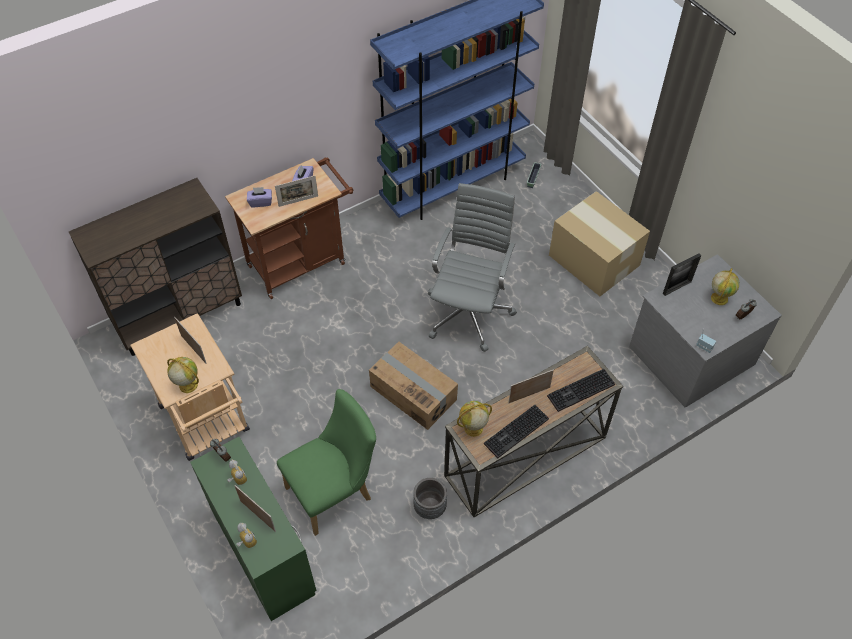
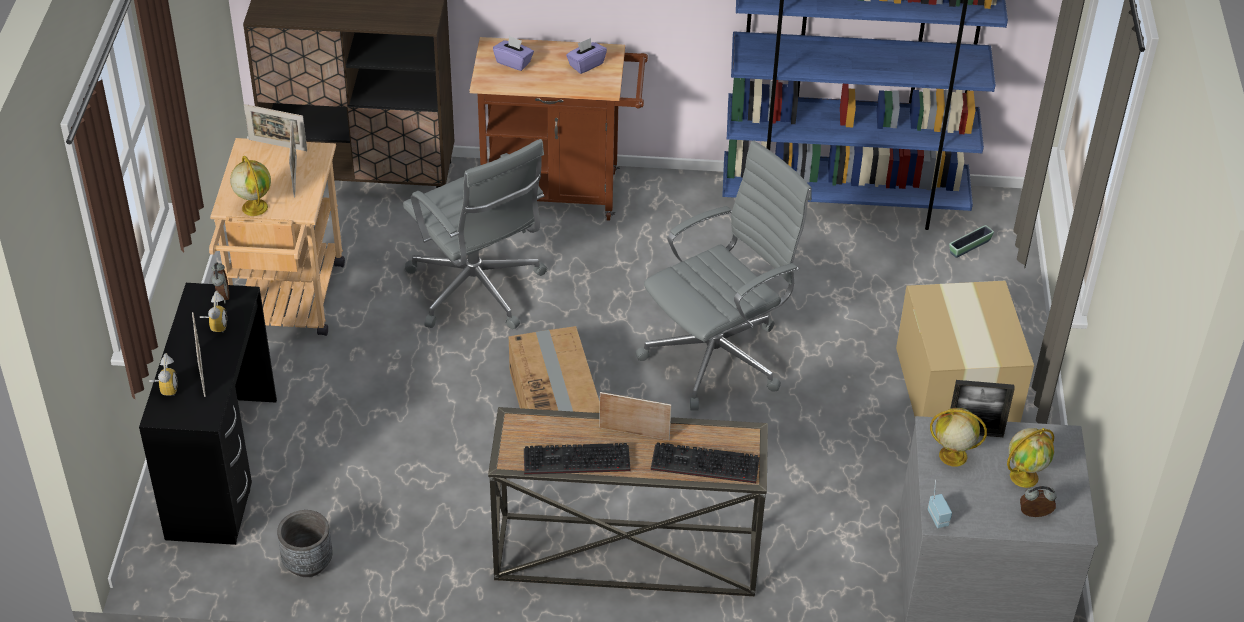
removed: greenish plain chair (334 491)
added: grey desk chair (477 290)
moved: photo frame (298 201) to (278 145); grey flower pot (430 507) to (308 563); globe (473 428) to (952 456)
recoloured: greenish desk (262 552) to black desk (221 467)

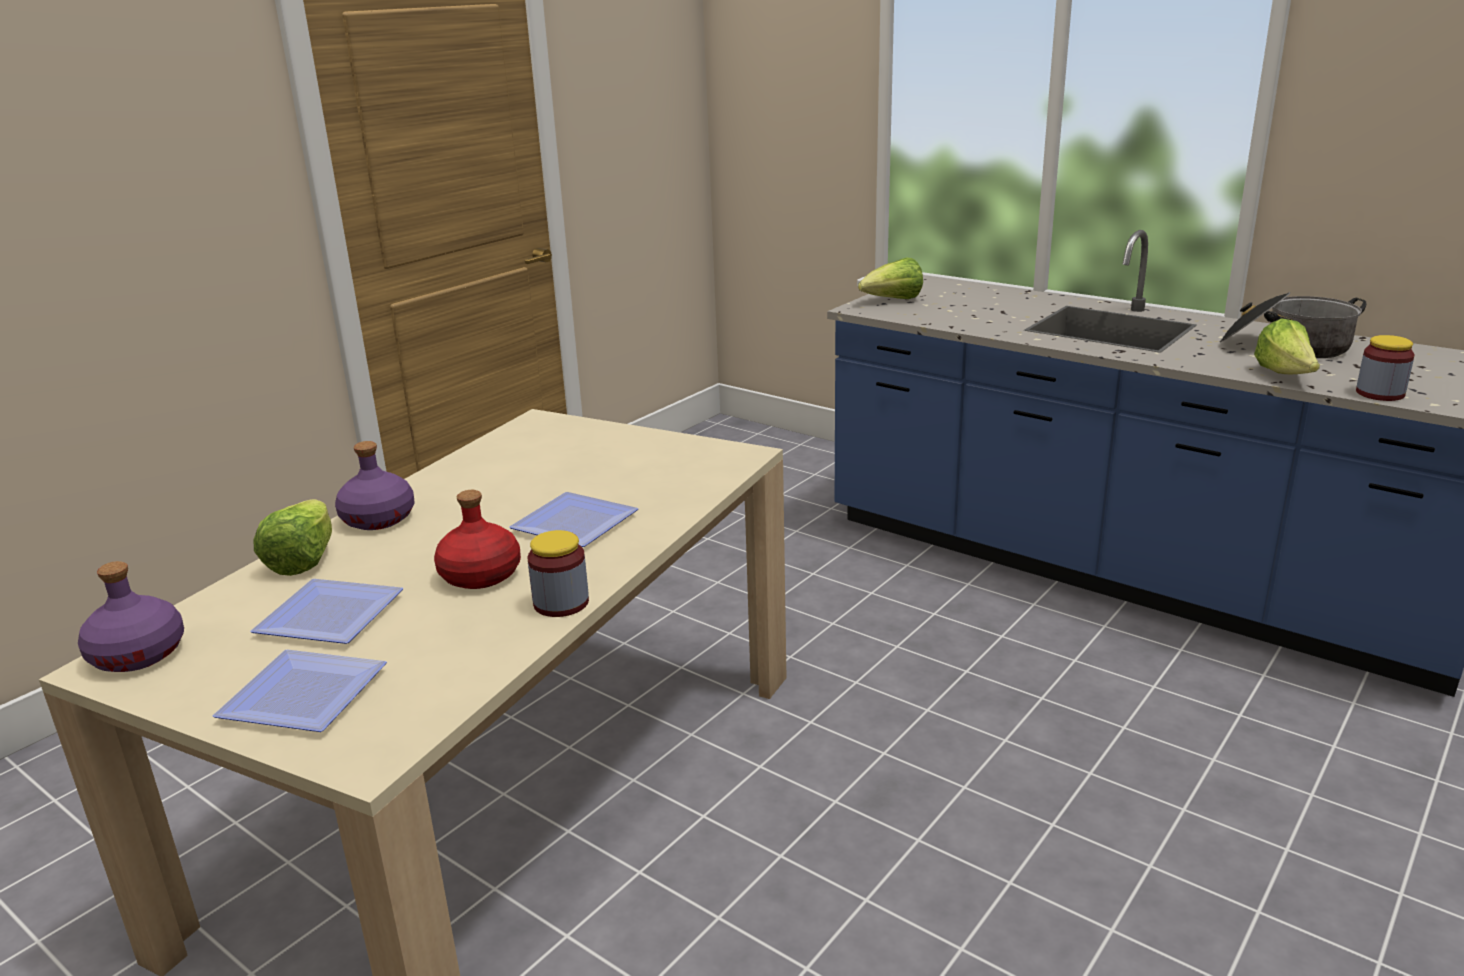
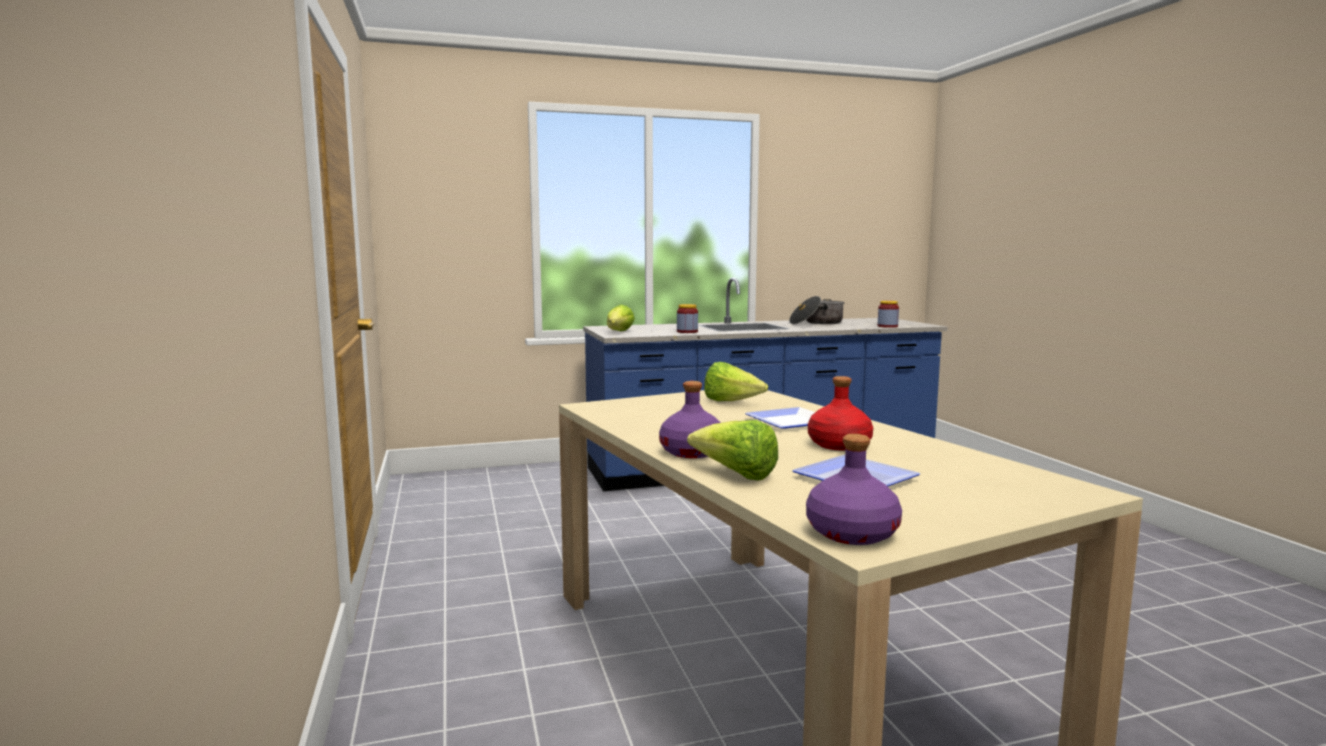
removed: plate (303 693)
moved: jar (561 603) to (687 332); lettuce (1285 375) to (731 402)

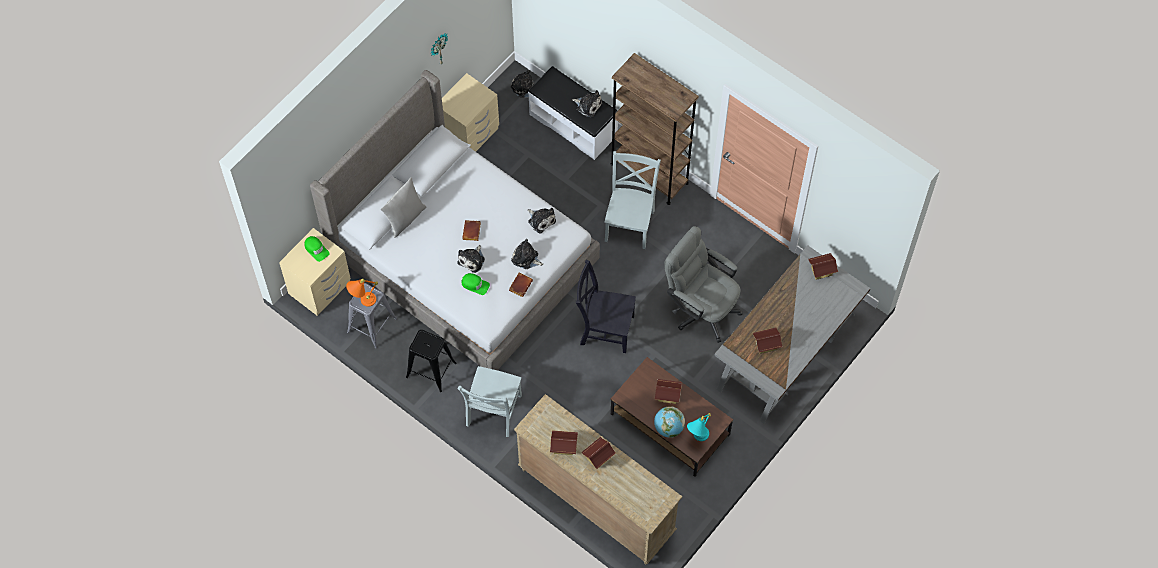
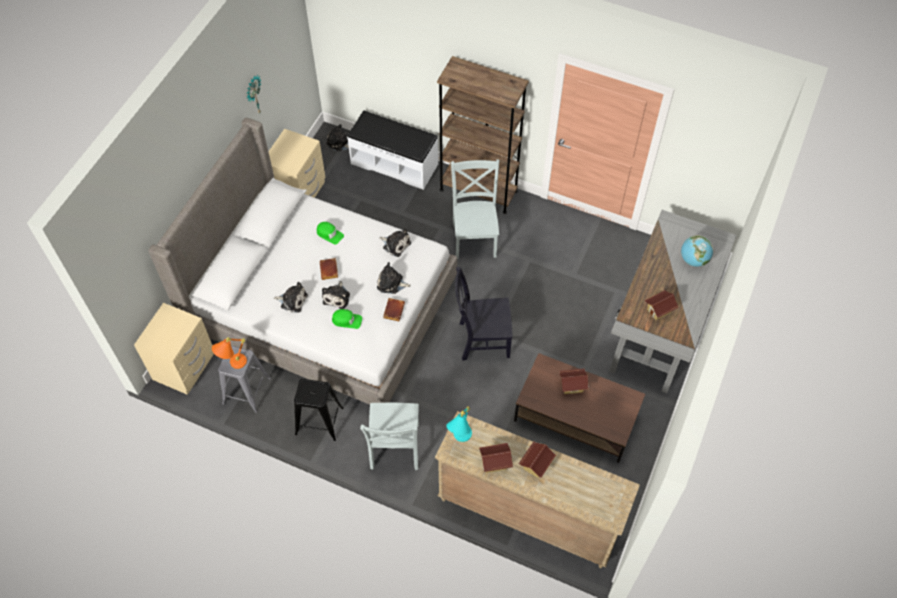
removed: grey cushion (405 218); grey desk chair (700 308); toy house (821 271)
moved: greenish baseball cap (316 249) to (329 234); plush toy (588 105) to (292 300); globe (668 428) to (693 260); turquoise-coloured table lamp (697 438) to (459 439)

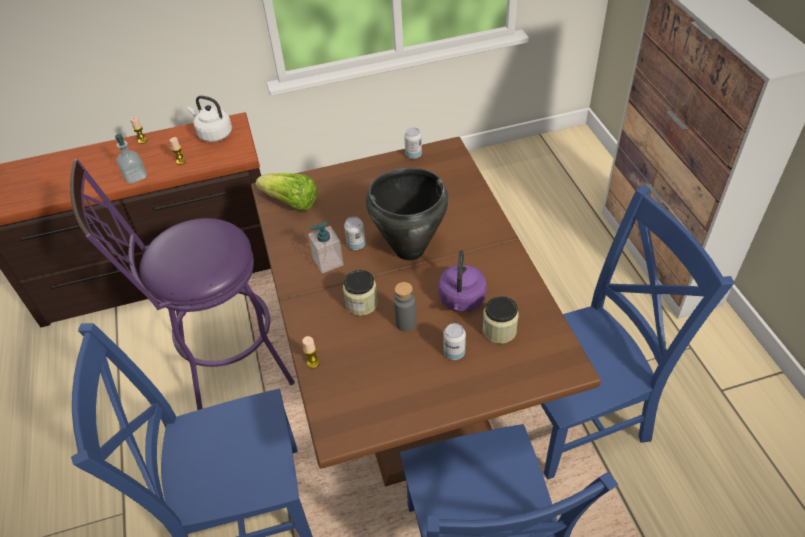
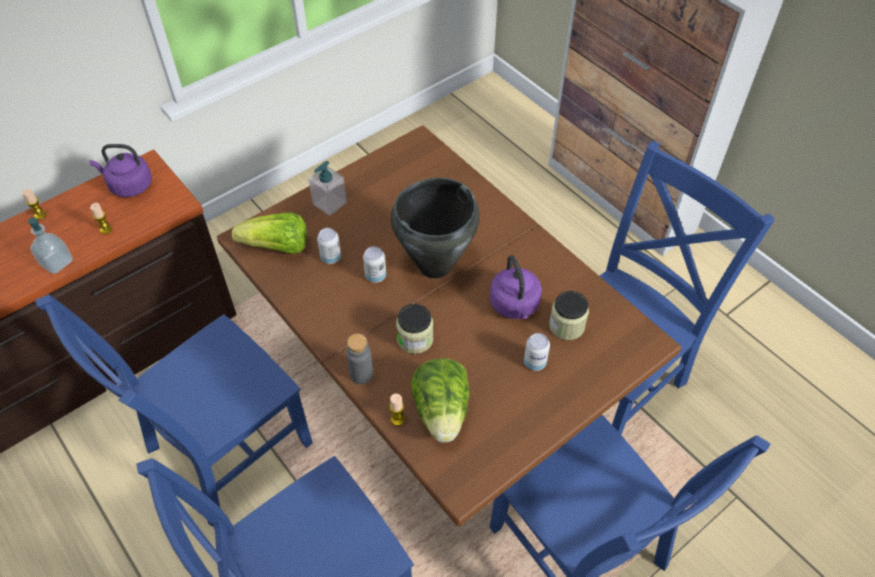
added: lettuce (442 412)
moved: liquid soap bottle (328 262) to (329 203); grey beverage bottle (406 323) to (361 374); can (413 155) to (331 257)
replaced: purple-coloured stool seat (225 367) to blue-coloured plain chair (223 450)
recoloured: white tea kettle (213 134) to purple-coloured tea kettle (129 185)

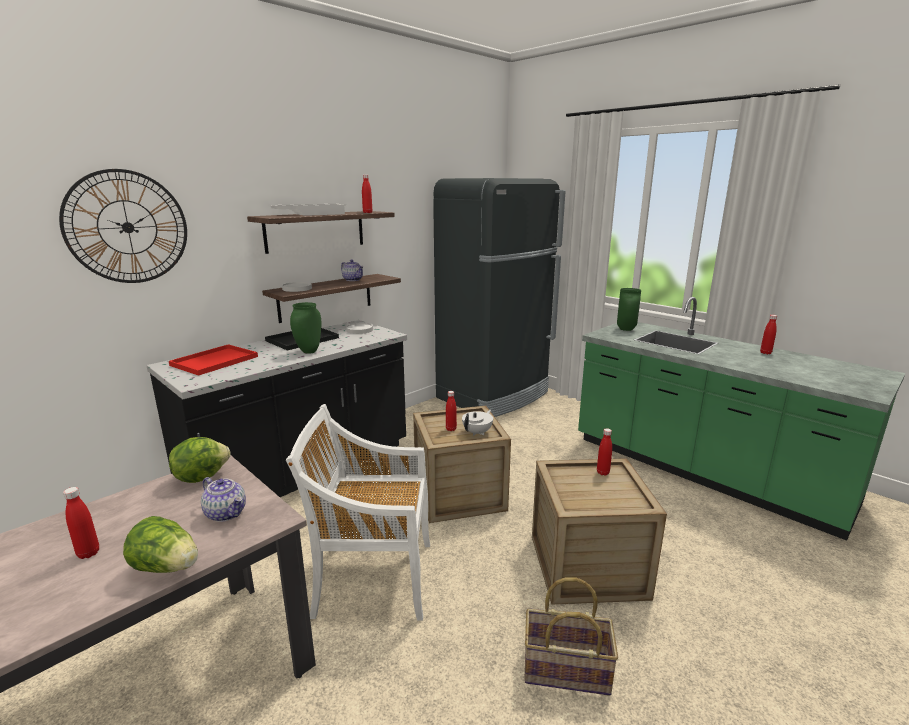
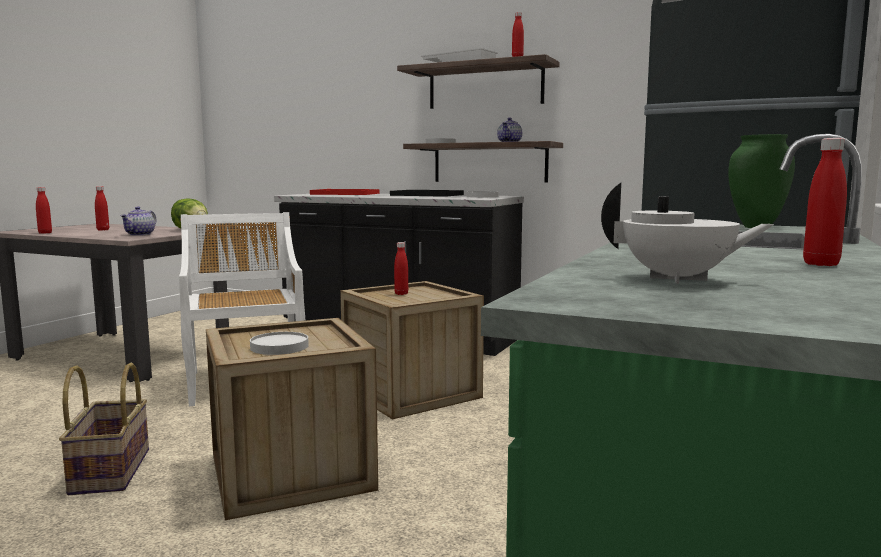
removed: hanging clock (127 227); lettuce (167 567); greenish vase (308 351)
added: white plate (279 347)
moved: white tea pot (477 432) to (678 279); reddish beverage bottle (603 472) to (45 233)

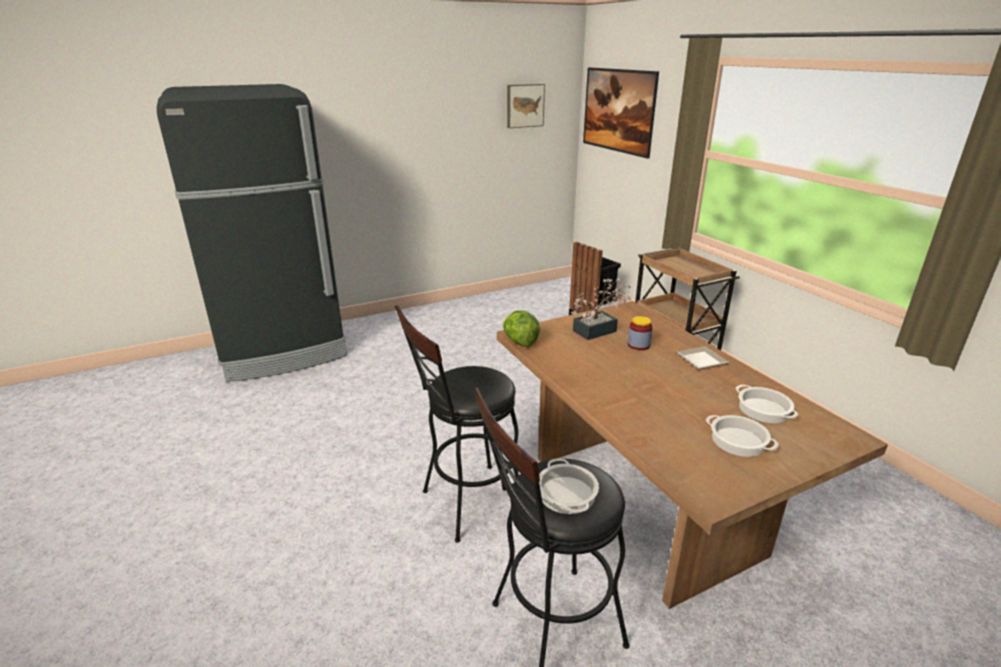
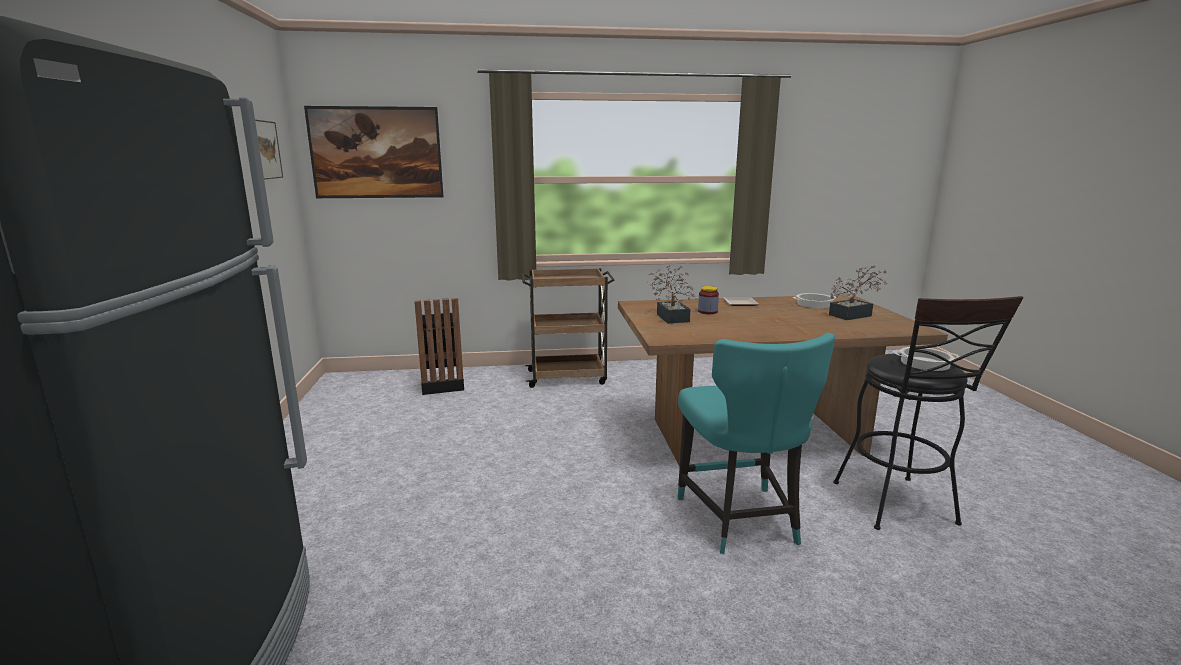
removed: lettuce (520 342)
replaced: black stool seat (466 504) to turquoise-coloured plain chair (740 520); stockpot (737 441) to plant in a pot (854 315)

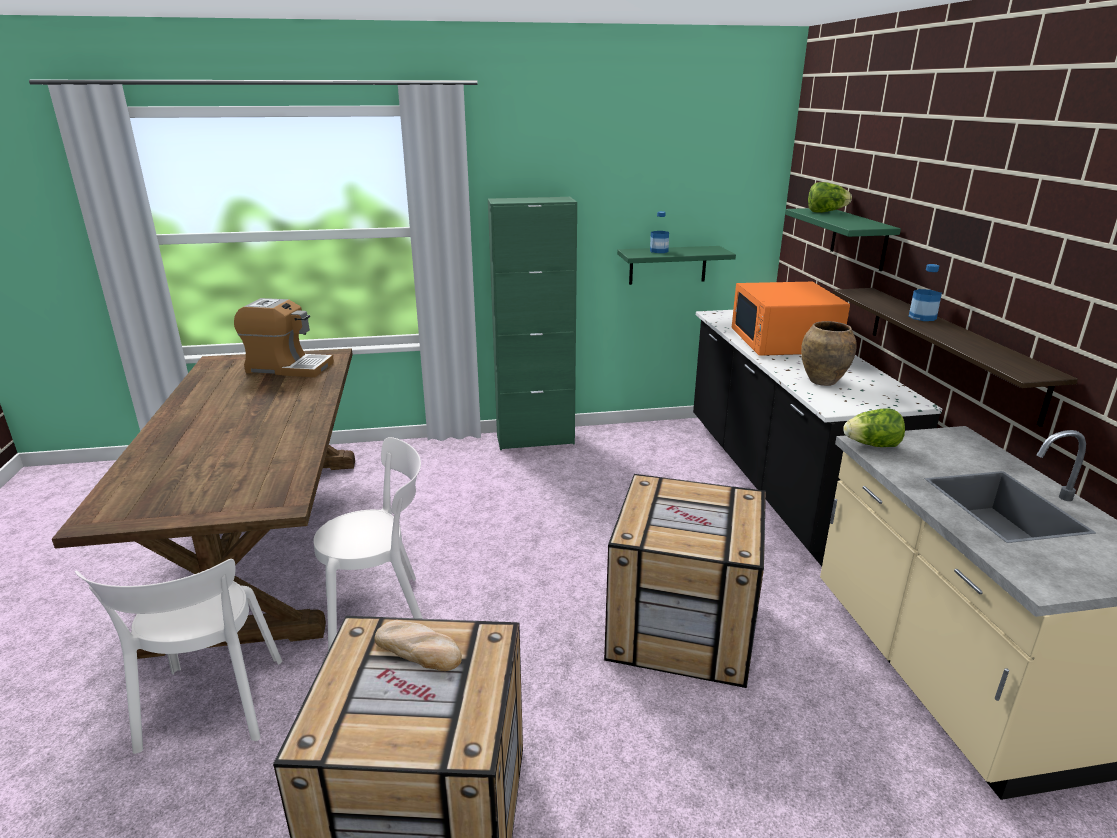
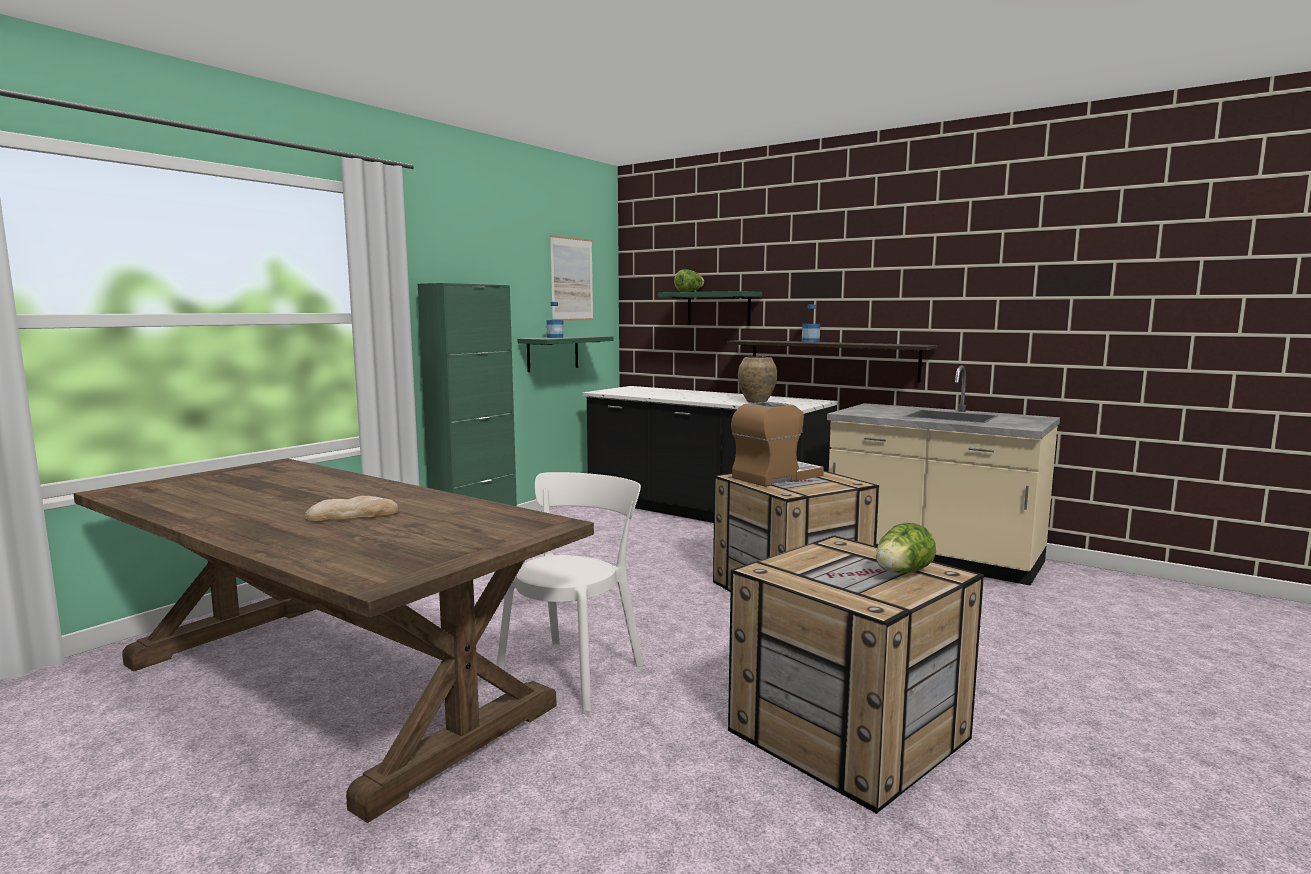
removed: white plain chair (210 708); orange microwave (783 342)
added: wall picture (572 279)
moved: coffee brewer (288 367) to (776 477); bread (419 649) to (353 516); lettuce (872 445) to (902 573)

